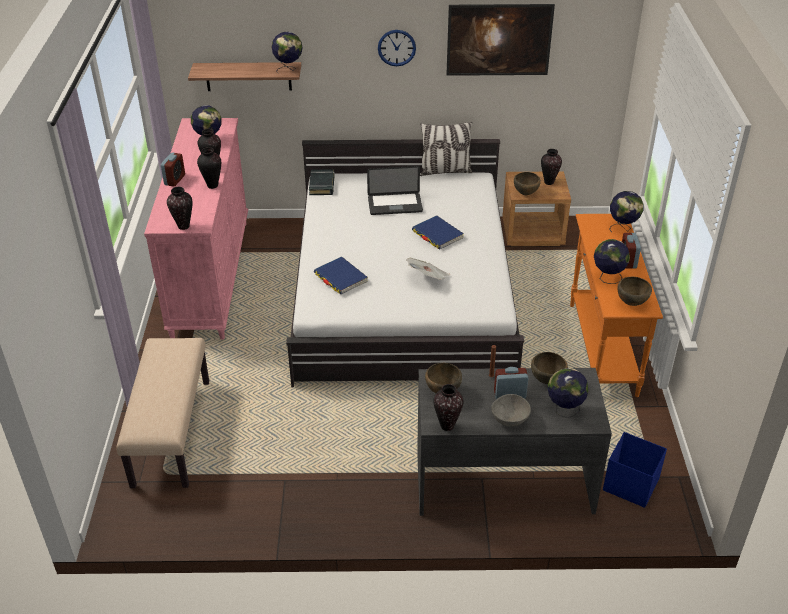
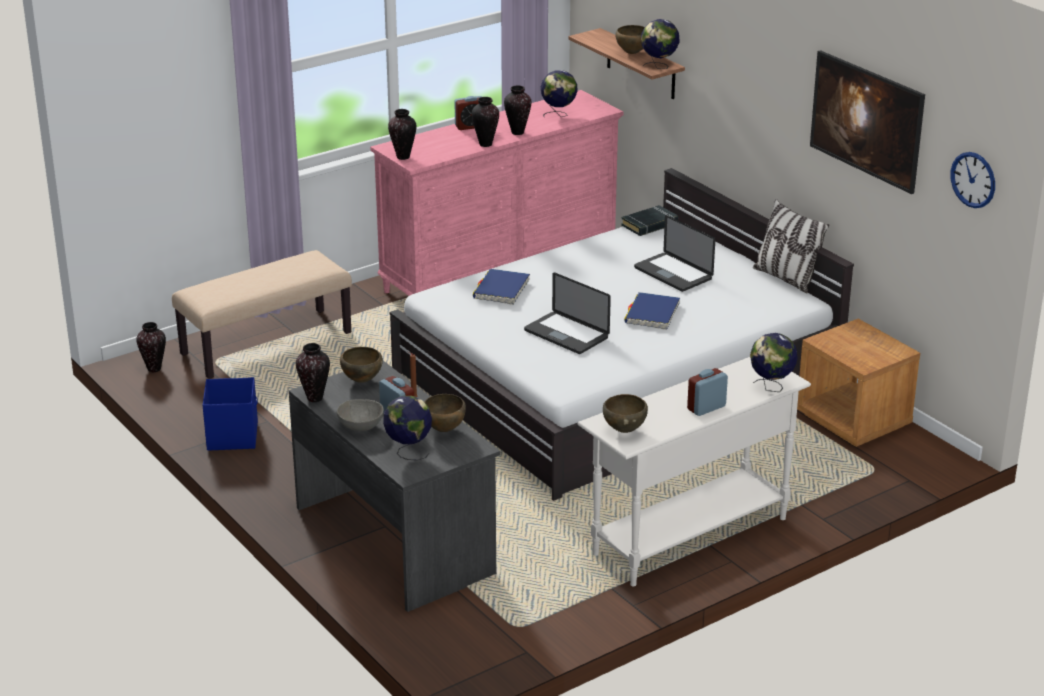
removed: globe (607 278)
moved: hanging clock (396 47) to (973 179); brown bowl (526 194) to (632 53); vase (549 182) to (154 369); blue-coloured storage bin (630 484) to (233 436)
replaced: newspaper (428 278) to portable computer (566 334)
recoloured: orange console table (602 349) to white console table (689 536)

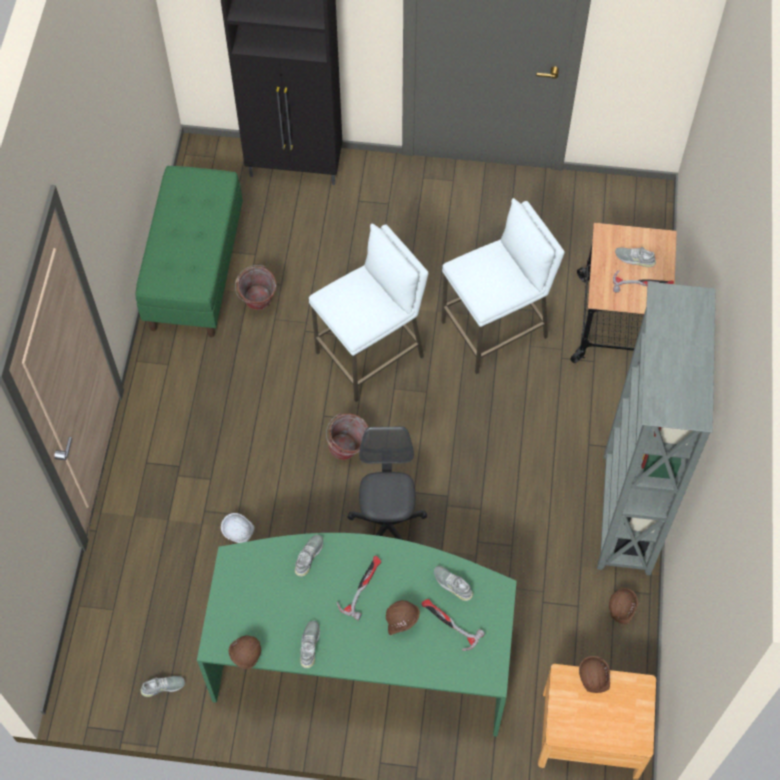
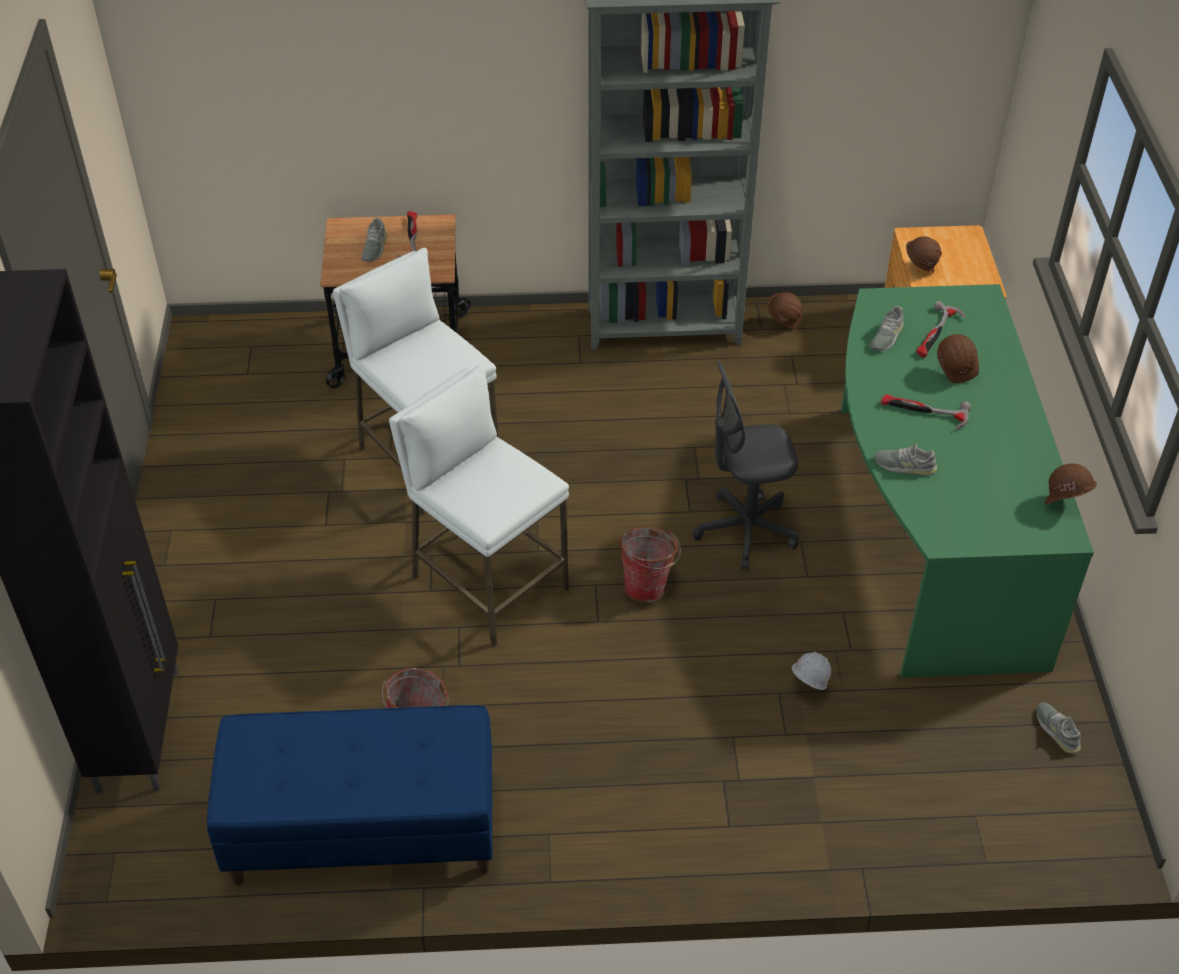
removed: grey low shoe (310 645)
recoloured: greenish bench (195 271) to blue-coloured bench (362 832)

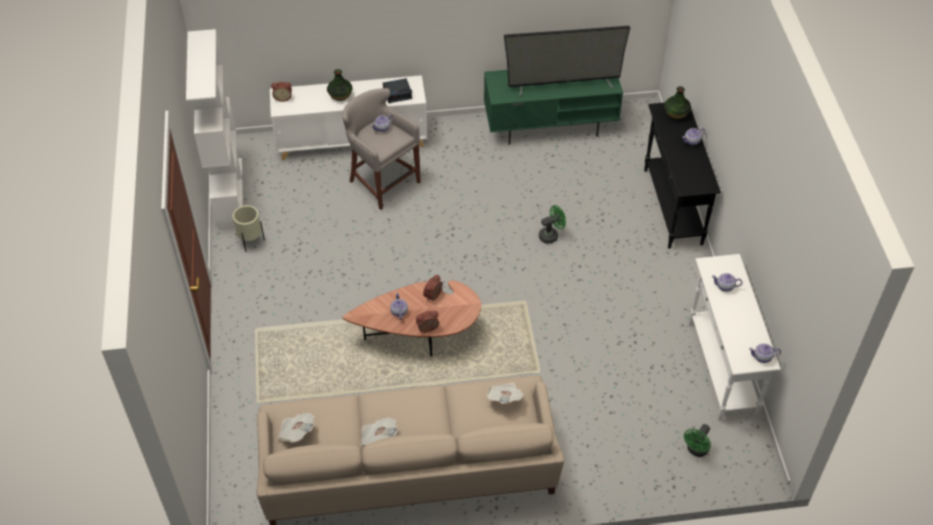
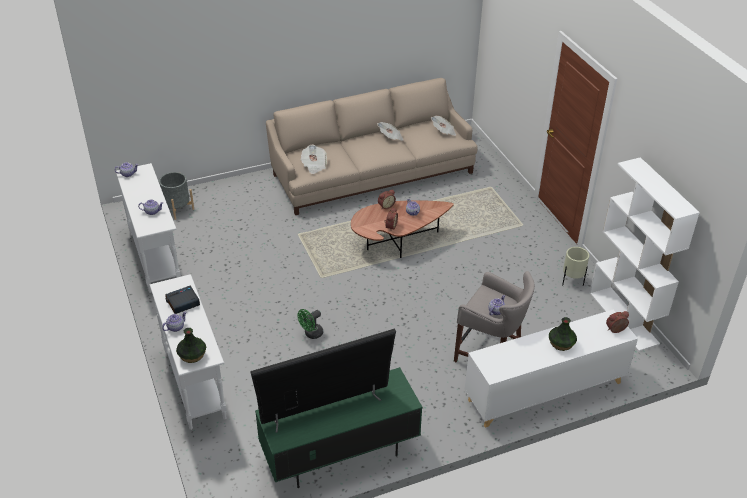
moved: bedside clock (397 93) to (182 303)
replaced: greenish cooling fan (696 450) to grey flower pot (177 209)
recoloured: black console table (672 207) to white console table (195 383)

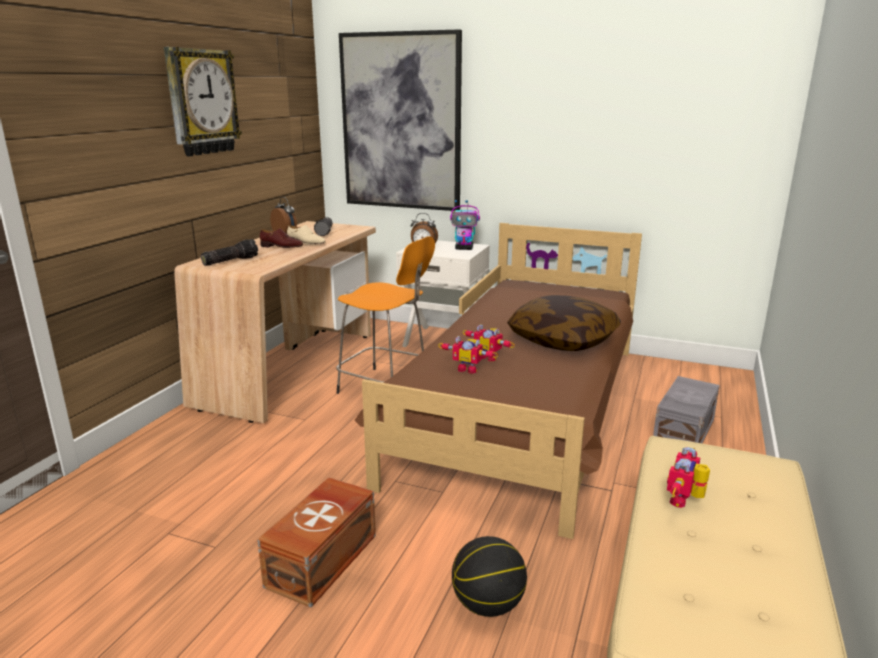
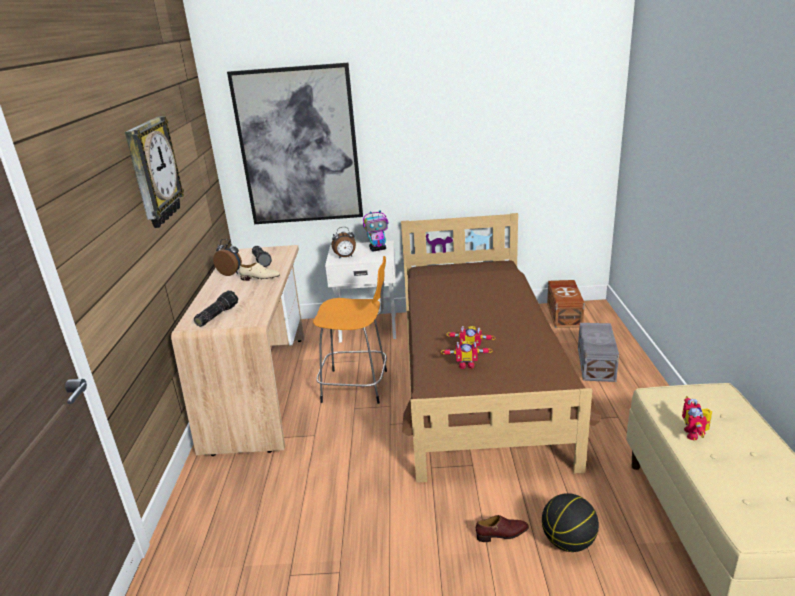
removed: cushion (563 340)
moved: brown storage bin (324 560) to (565 314); brown low shoe (281 247) to (502 534)

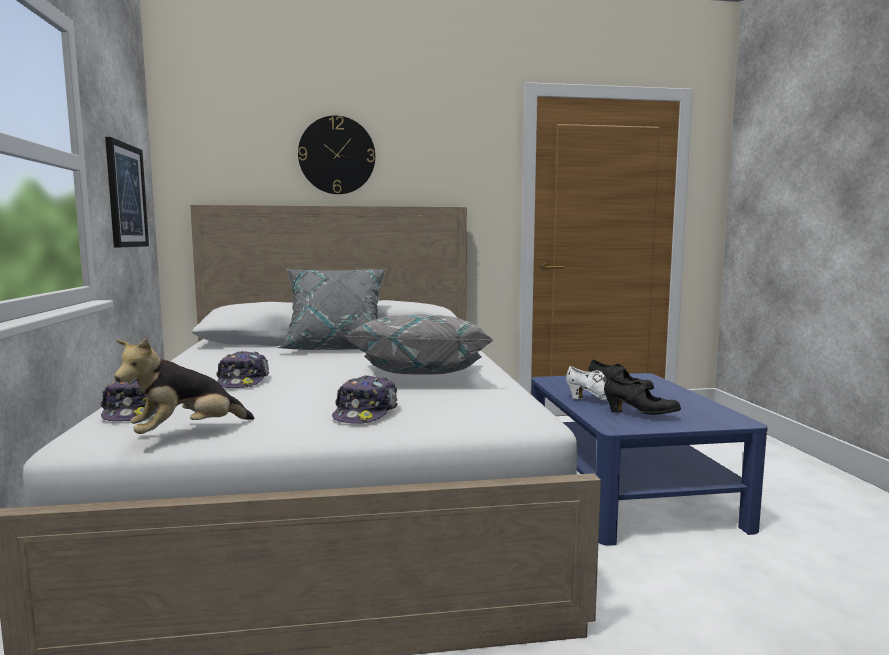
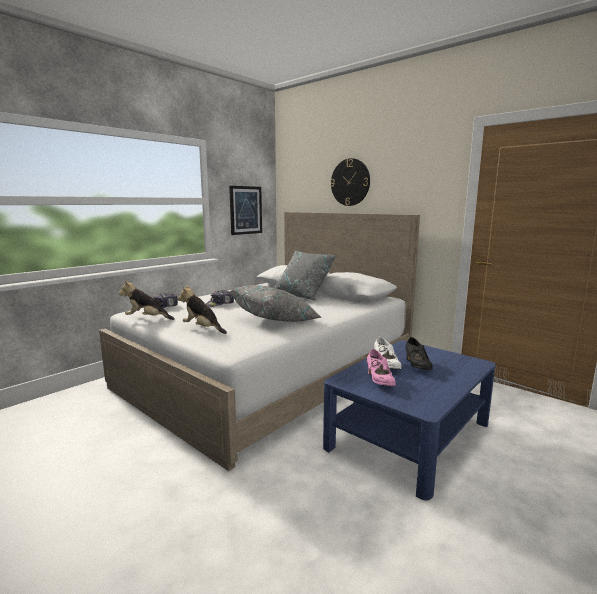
replaced: baseball cap (366 413) to plush toy (202 329)
recoloured: black low shoe (640 415) to pink low shoe (379 381)

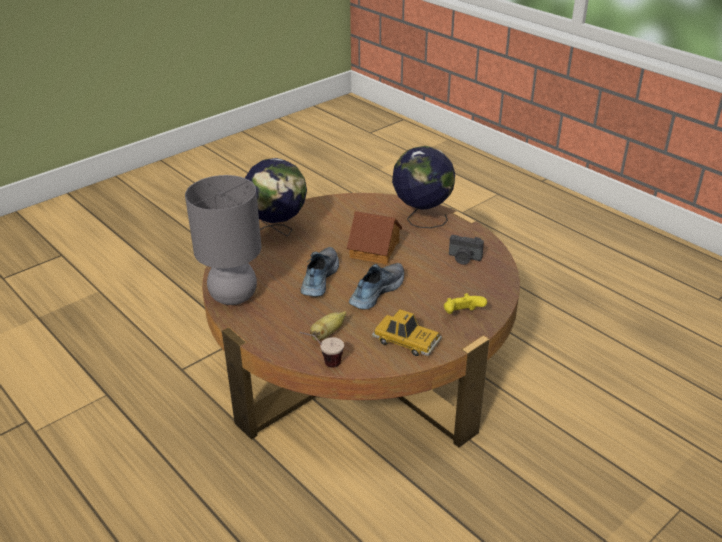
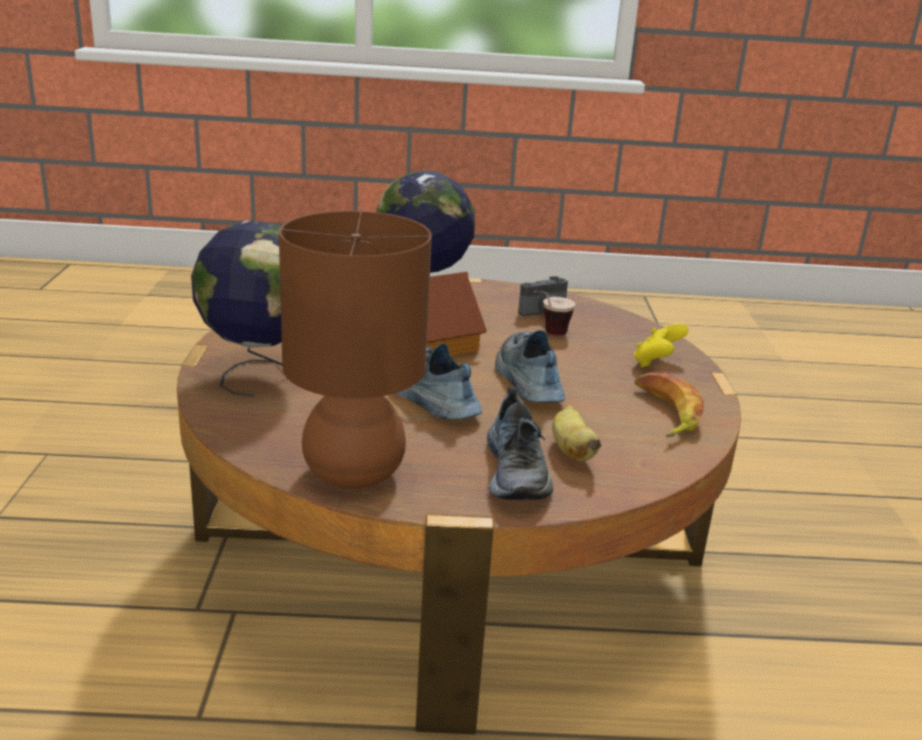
added: low shoe (517 472)
moved: drinking cup (323 362) to (547 335)
replaced: miniature car (406 341) to whole banana (664 413)
recoloured: grey table lamp (232 296) to brown table lamp (352 473)

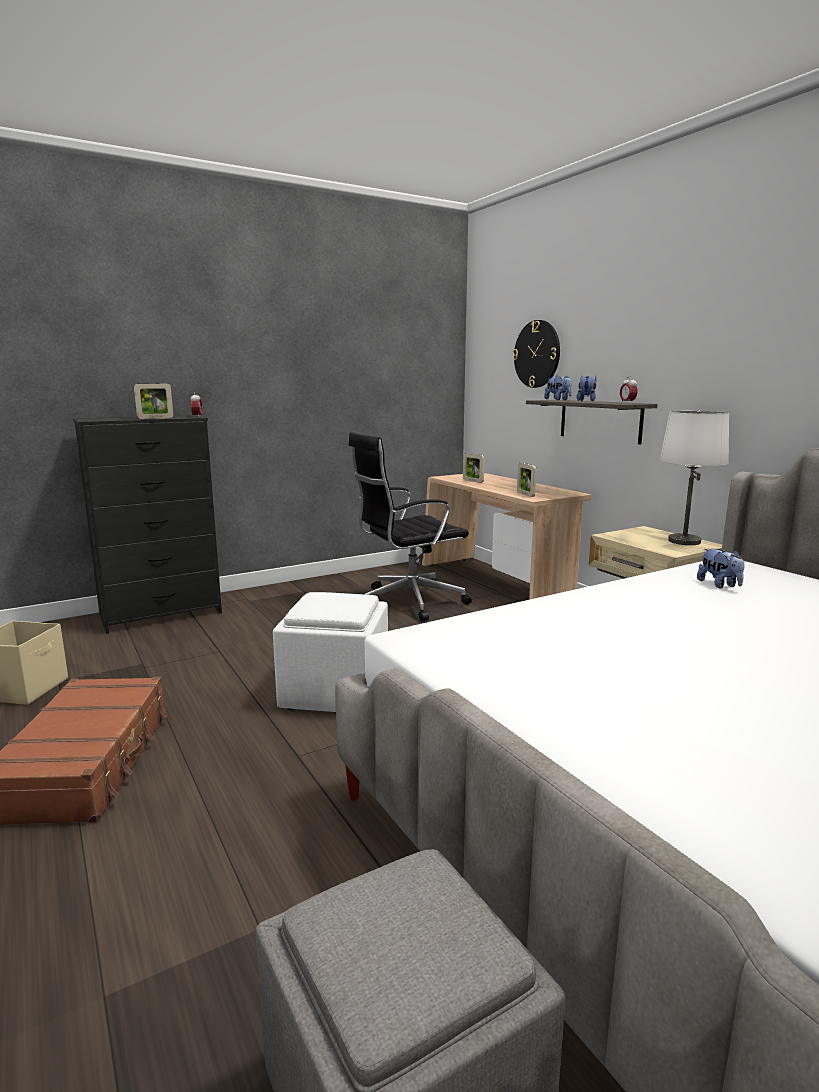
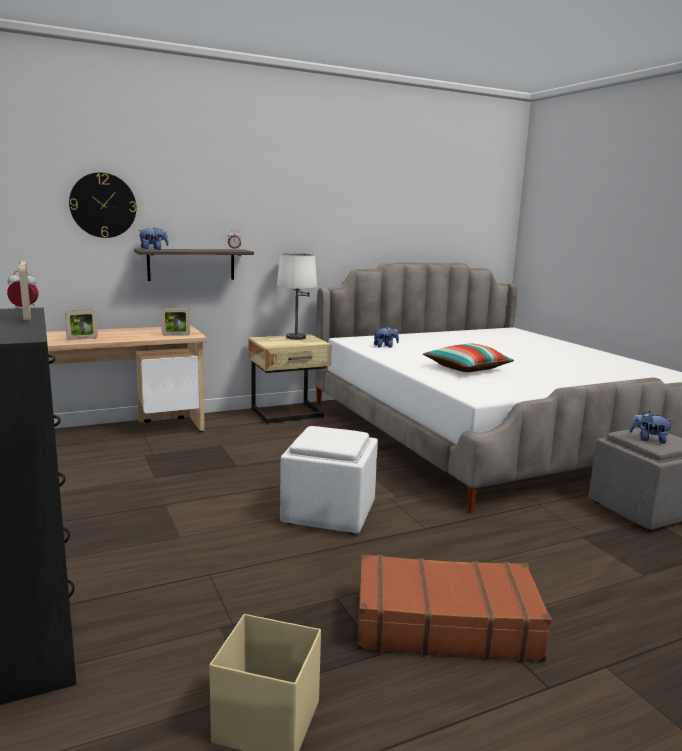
removed: black desk chair (408 602)
added: cushion (467 368)
moved: plush toy (586 401) to (648 440)

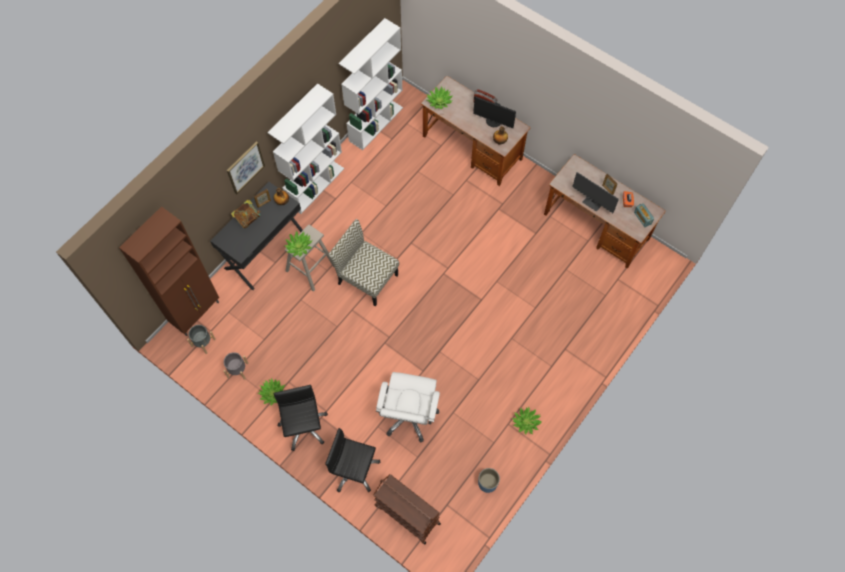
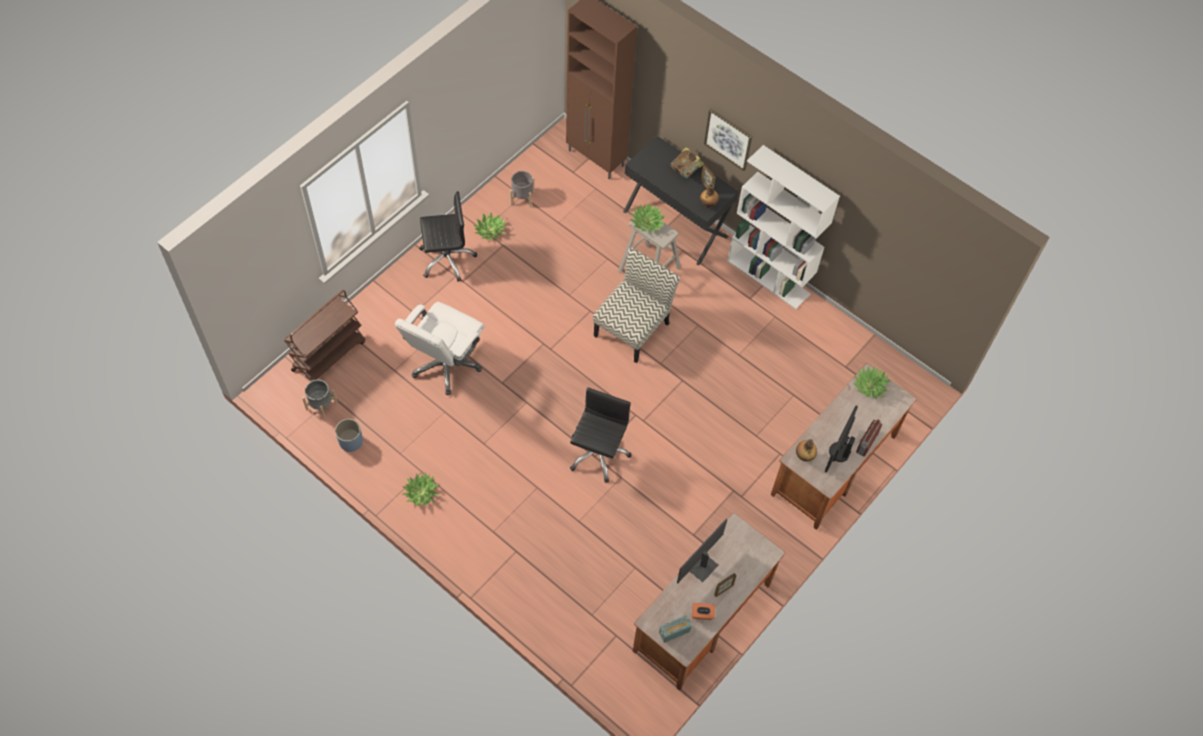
removed: white shelving unit (376 123)
moved: grey flower pot (203 343) to (321 406); black desk chair (354 470) to (598 453)
turned: white desk chair (409 416) = (446 364) 75 degrees counterclockwise

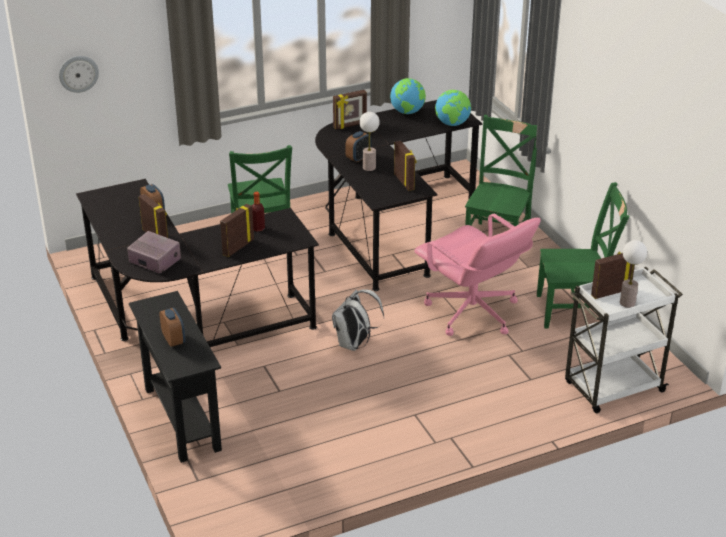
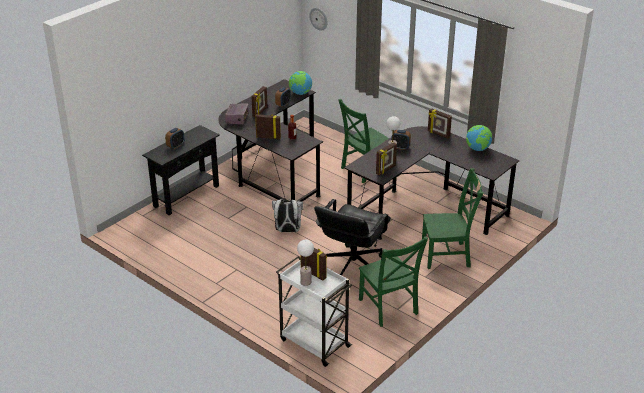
moved: globe (452 124) to (300 93)
recoloured: pink desk chair (472 313) to black desk chair (352 266)

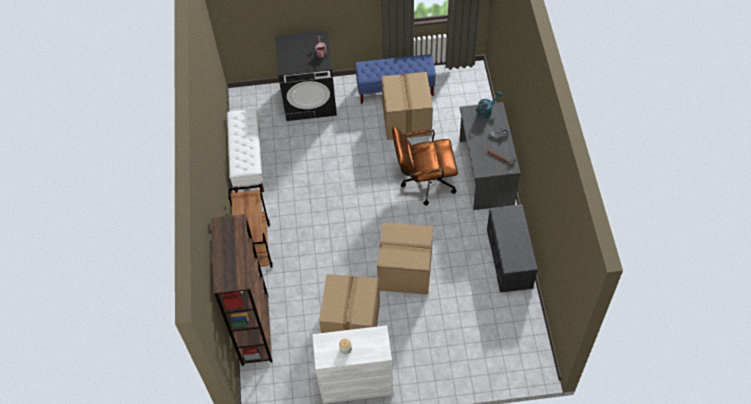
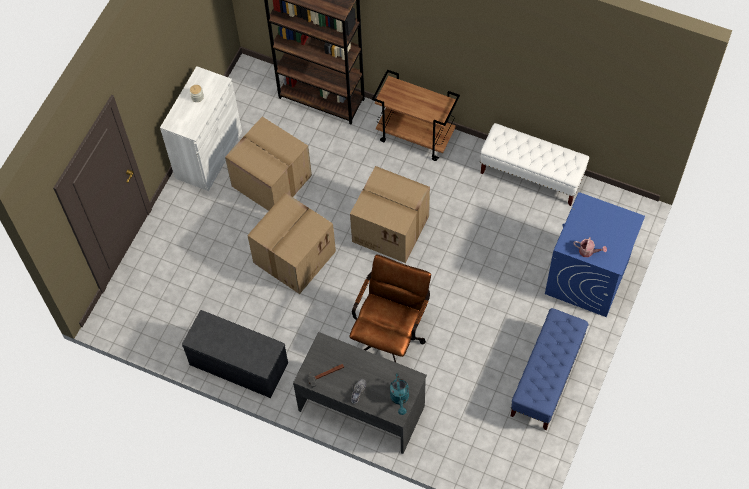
moved: cardboard box (406 119) to (392 228)
recoloured: black laundry appliance (310 99) to blue-coloured laundry appliance (587 277)

